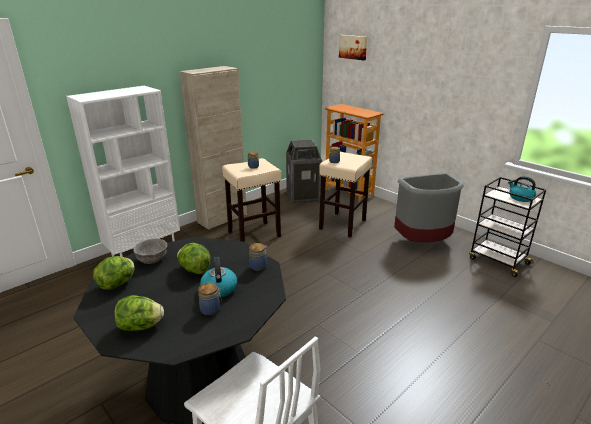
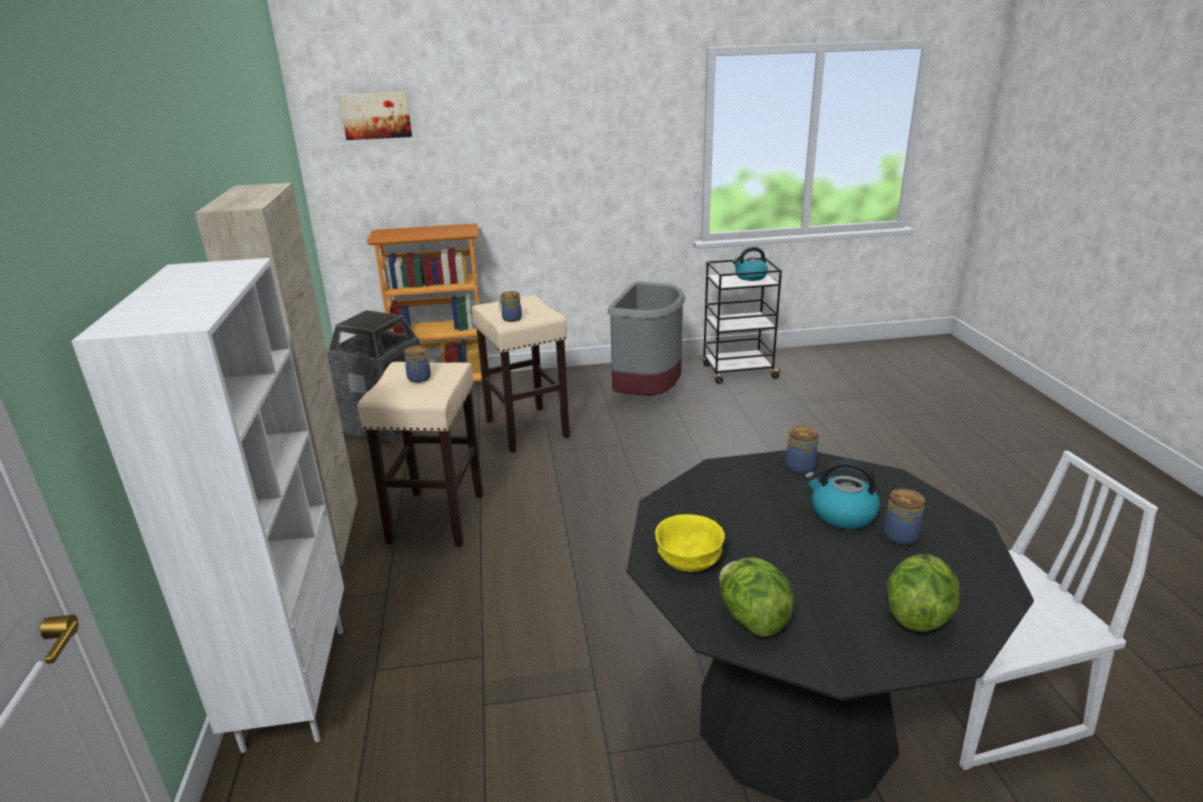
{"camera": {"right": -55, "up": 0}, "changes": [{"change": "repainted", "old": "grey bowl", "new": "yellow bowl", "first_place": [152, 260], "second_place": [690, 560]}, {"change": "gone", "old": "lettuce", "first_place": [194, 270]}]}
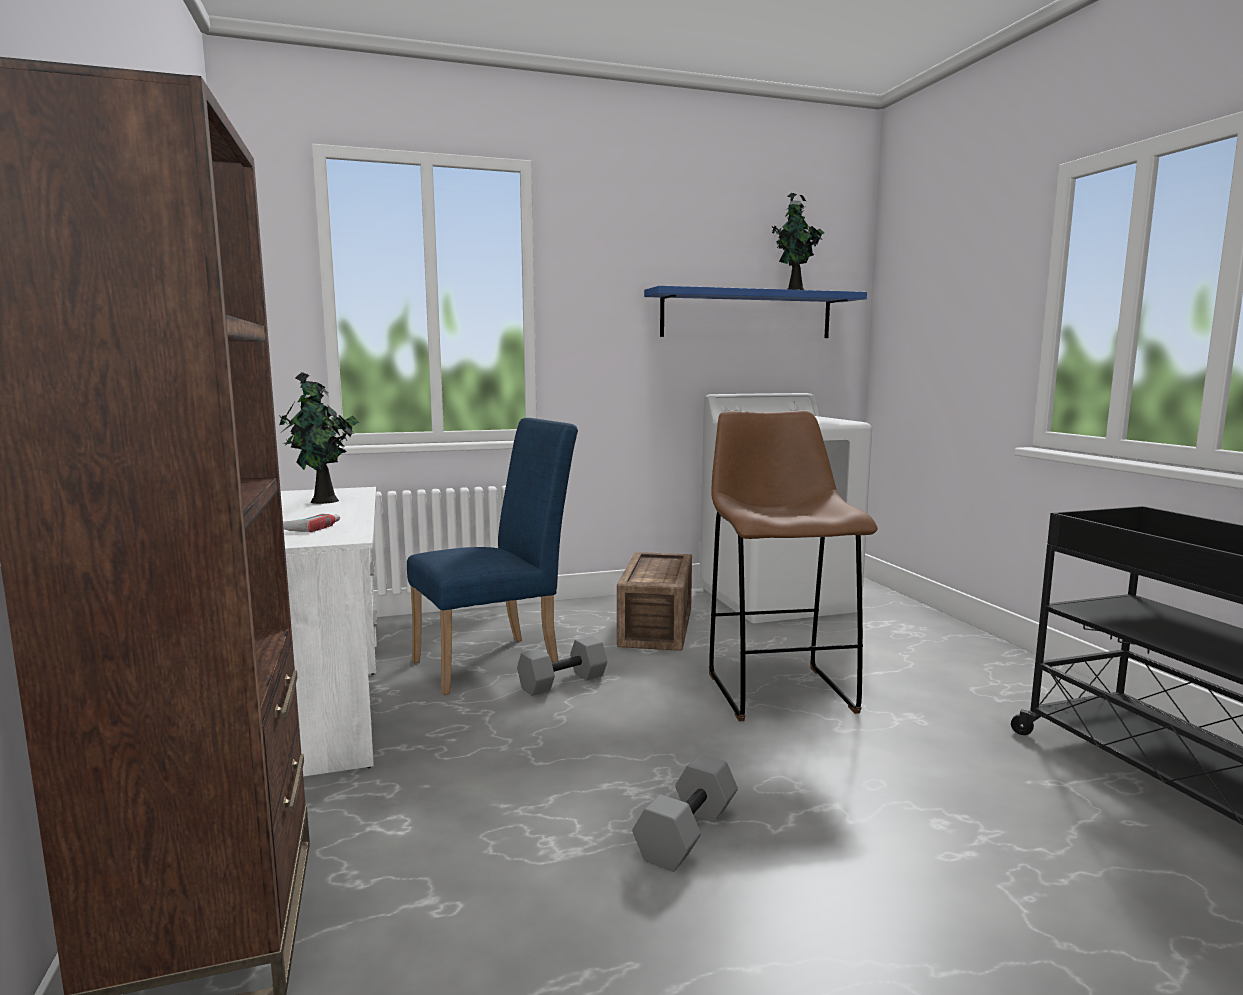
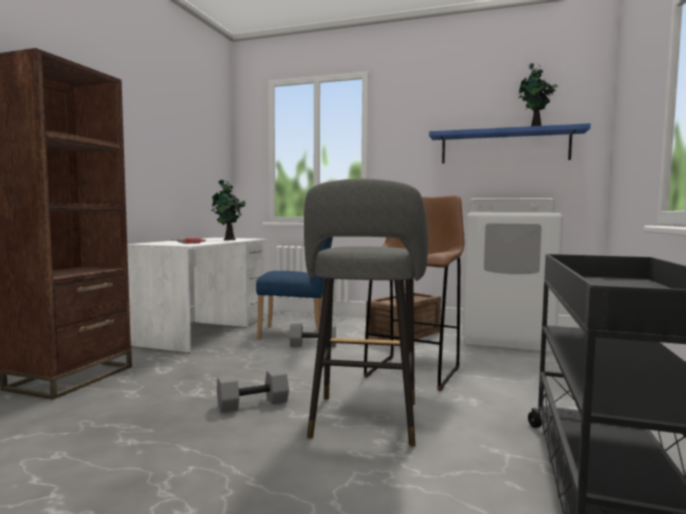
{"camera": {"right": 35, "up": -5}, "changes": [{"change": "new", "new": "grey stool", "second_place": [364, 423]}]}
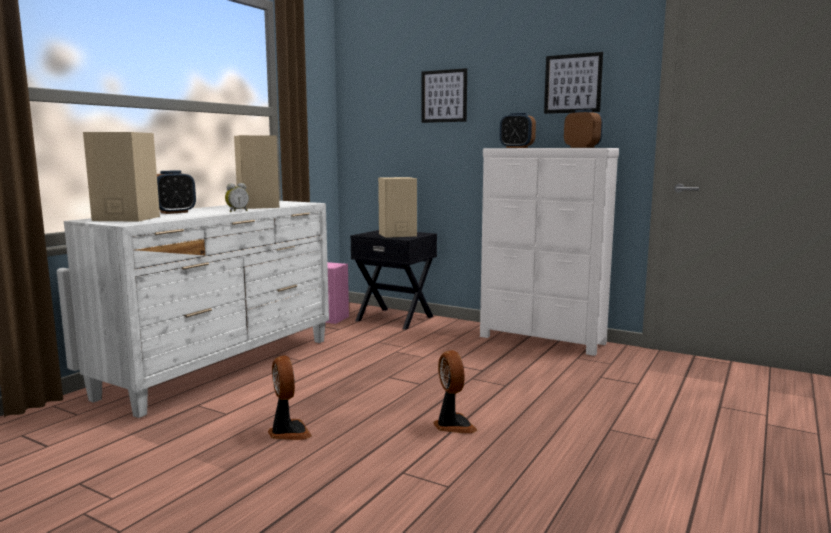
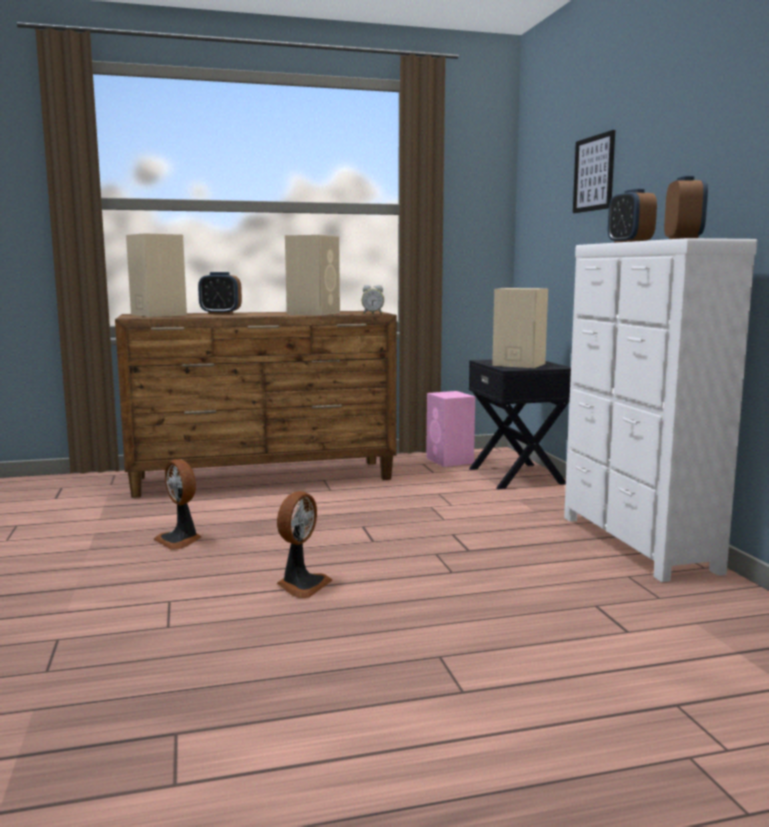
{"camera": {"right": 45, "up": 0}, "changes": [{"change": "repainted", "old": "white dresser", "new": "brown dresser", "first_place": [224, 367], "second_place": [264, 479]}, {"change": "shifted", "old": "alarm clock", "first_place": [237, 211], "second_place": [373, 314]}, {"change": "rotated", "old": "fan", "first_place": [288, 432], "second_place": [180, 540], "degrees": 120}, {"change": "gone", "old": "picture", "first_place": [573, 83]}]}
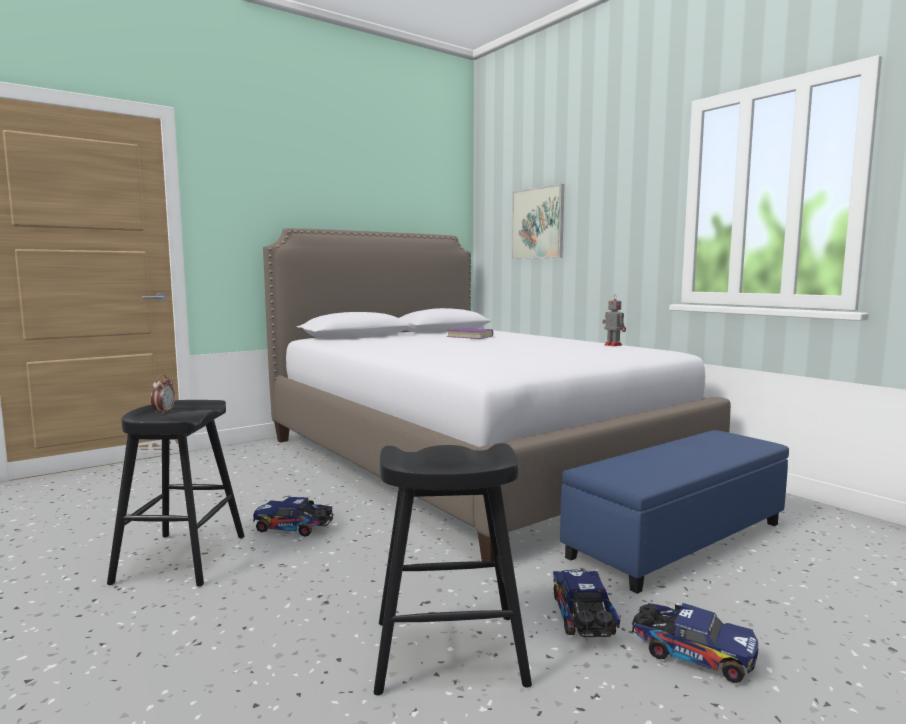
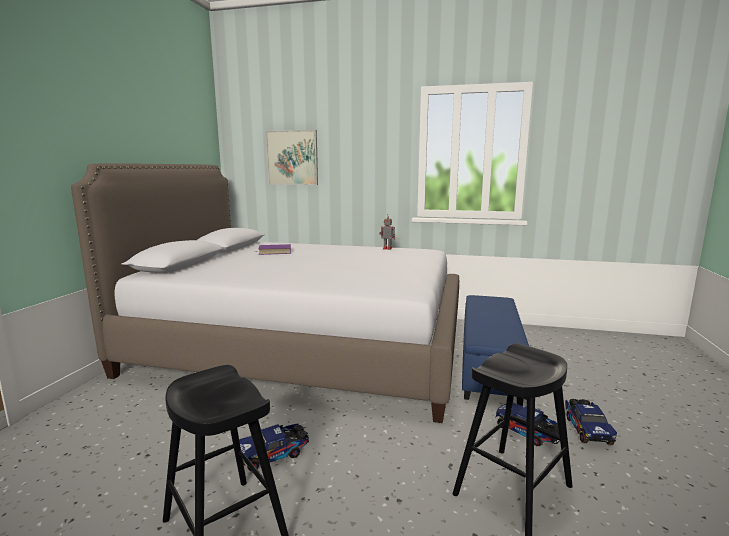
{"camera": {"right": -40, "up": 5}, "changes": [{"change": "gone", "old": "alarm clock", "first_place": [164, 412]}, {"change": "rotated", "old": "toy truck", "first_place": [690, 655], "second_place": [587, 429], "degrees": 105}]}
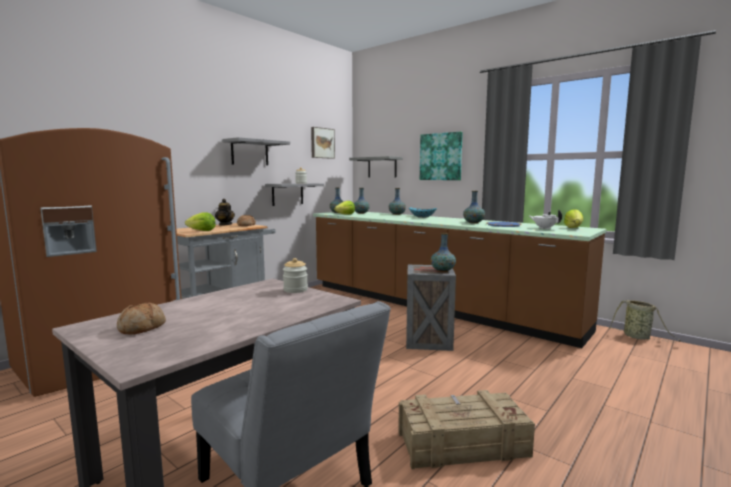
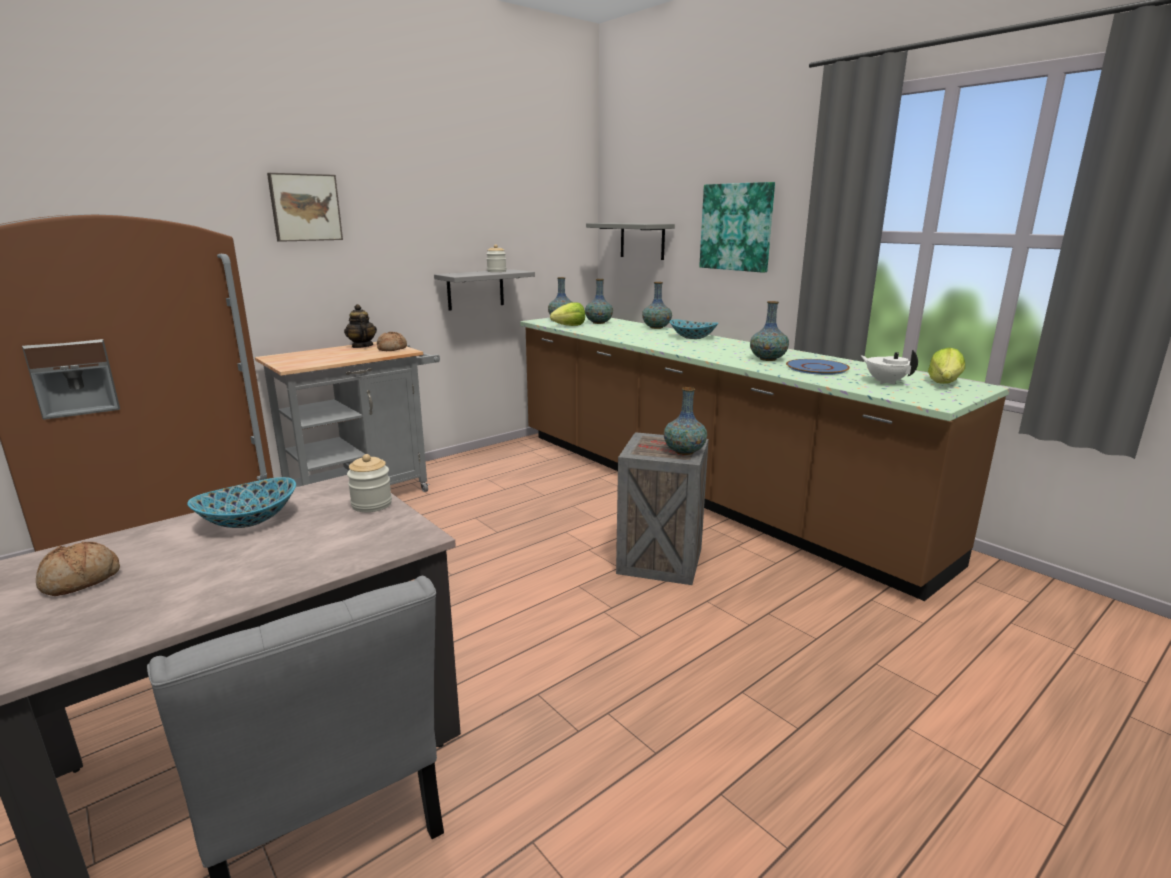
{"camera": {"right": 10, "up": 10}, "changes": [{"change": "gone", "old": "lettuce", "first_place": [202, 231]}, {"change": "gone", "old": "grey shelf", "first_place": [249, 153]}, {"change": "shifted", "old": "picture", "first_place": [322, 143], "second_place": [305, 207]}, {"change": "gone", "old": "crate", "first_place": [461, 444]}, {"change": "gone", "old": "basket", "first_place": [638, 337]}, {"change": "new", "new": "bowl", "second_place": [248, 520]}]}
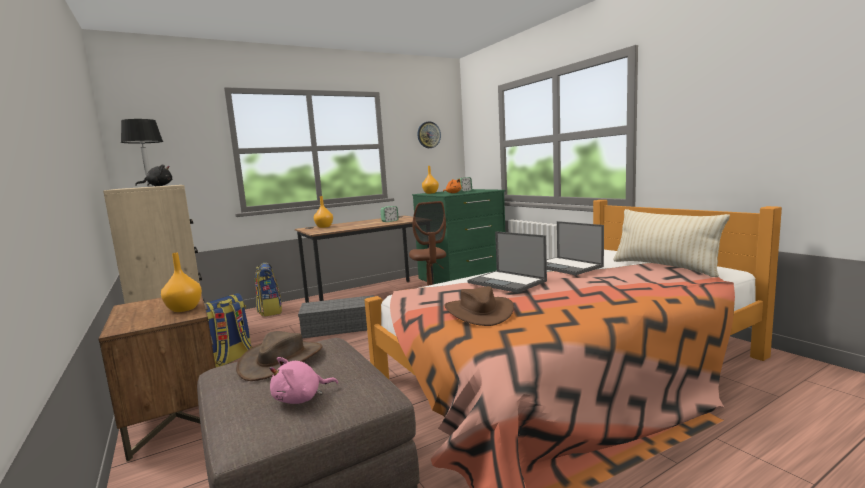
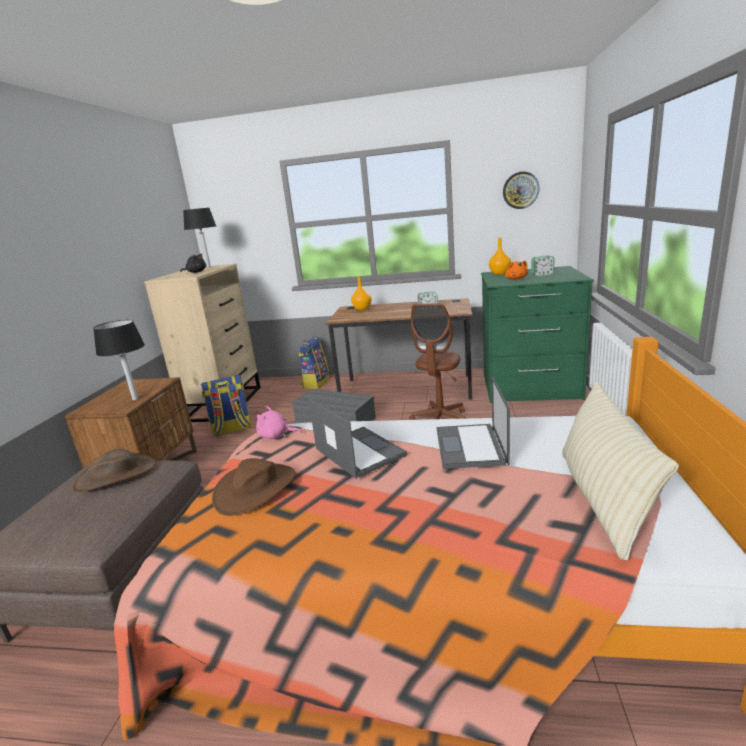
{"camera": {"right": 40, "up": 10}, "changes": [{"change": "swapped", "old": "orange vase", "new": "black table lamp", "first_place": [184, 309], "second_place": [135, 399]}, {"change": "shifted", "old": "pink plush toy", "first_place": [301, 398], "second_place": [276, 436]}, {"change": "rotated", "old": "laptop", "first_place": [508, 282], "second_place": [359, 451], "degrees": 150}]}
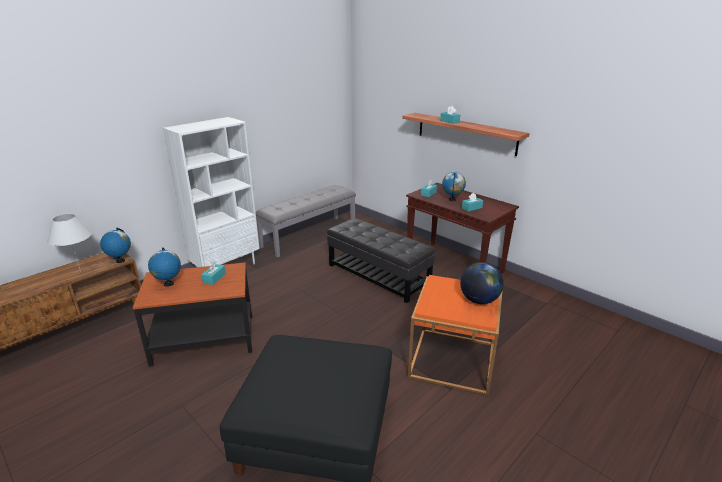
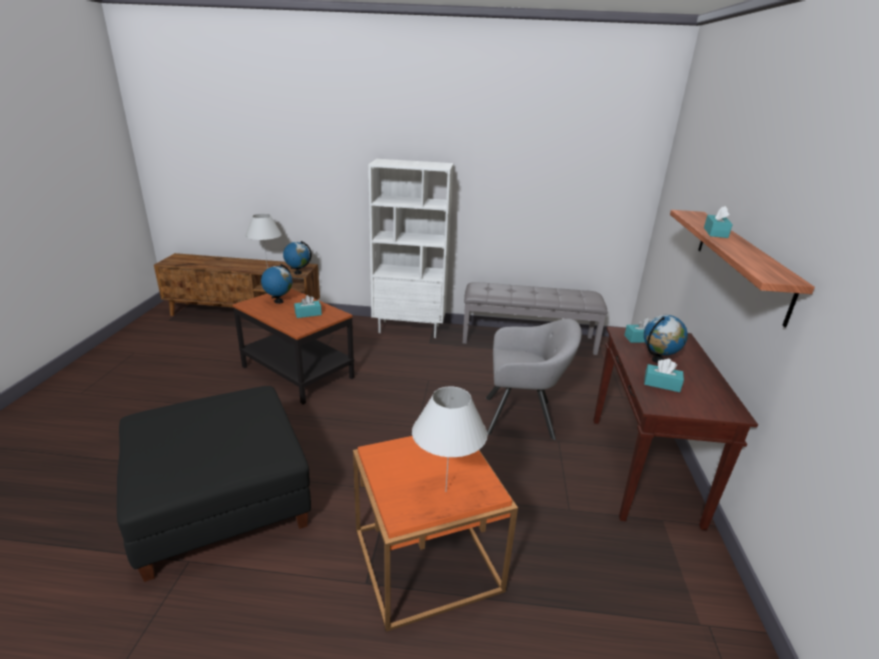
{"camera": {"right": 50, "up": 0}, "changes": [{"change": "swapped", "old": "black ottoman", "new": "grey armchair", "first_place": [378, 275], "second_place": [523, 417]}, {"change": "swapped", "old": "globe", "new": "white table lamp", "first_place": [479, 300], "second_place": [446, 491]}]}
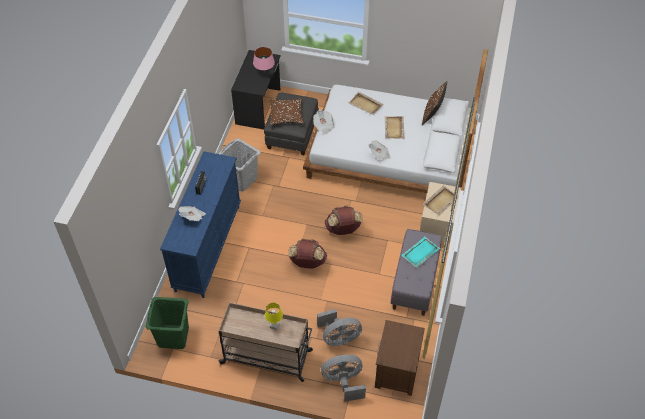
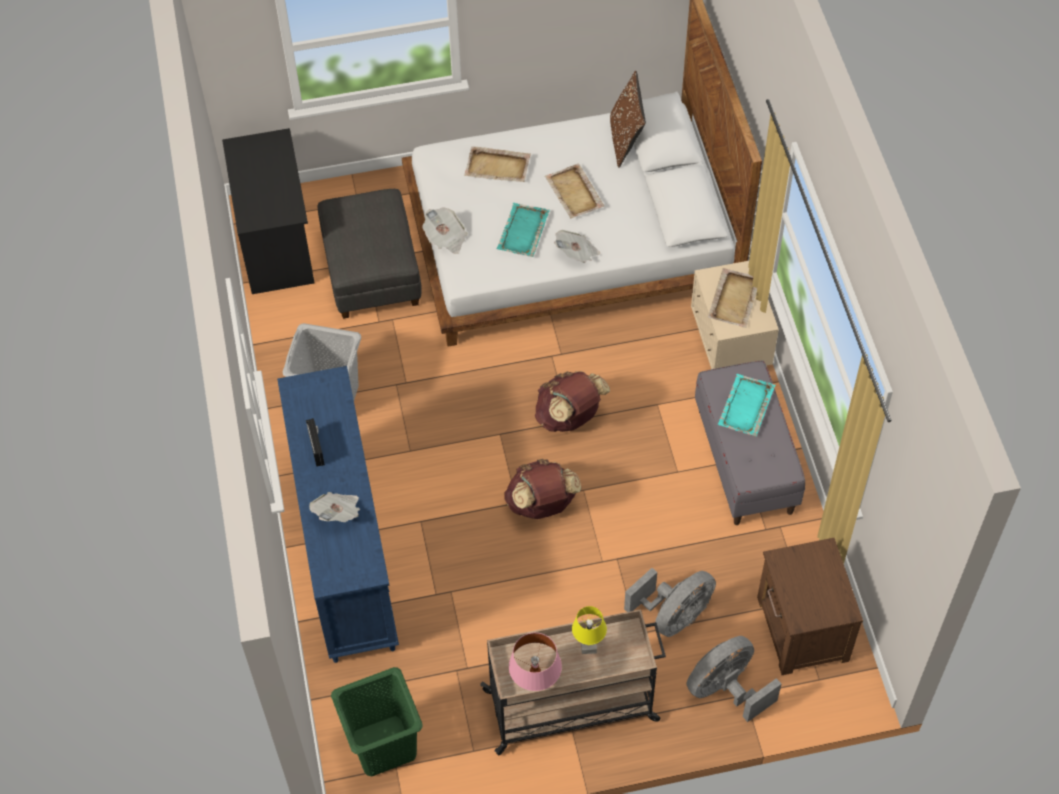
{"camera": {"right": -25, "up": 5}, "changes": [{"change": "shifted", "old": "pink table lamp", "first_place": [264, 73], "second_place": [535, 680]}, {"change": "gone", "old": "brown pillow", "first_place": [286, 115]}, {"change": "new", "new": "turquoise tray", "second_place": [522, 232]}]}
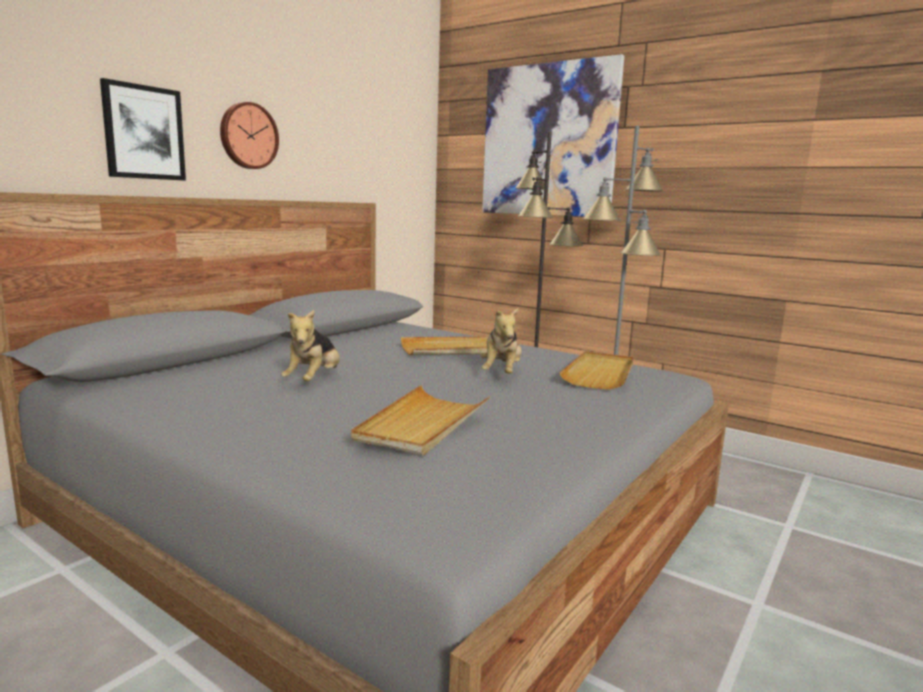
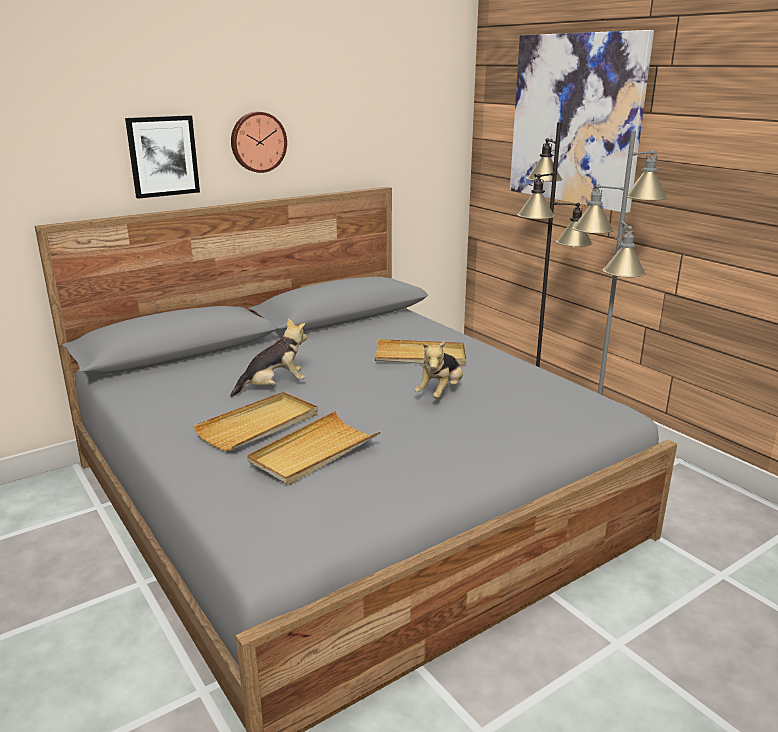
{"camera": {"right": 20, "up": 10}, "changes": [{"change": "rotated", "old": "plush toy", "first_place": [314, 380], "second_place": [274, 387], "degrees": -150}, {"change": "shifted", "old": "beige tray", "first_place": [600, 374], "second_place": [259, 425]}]}
